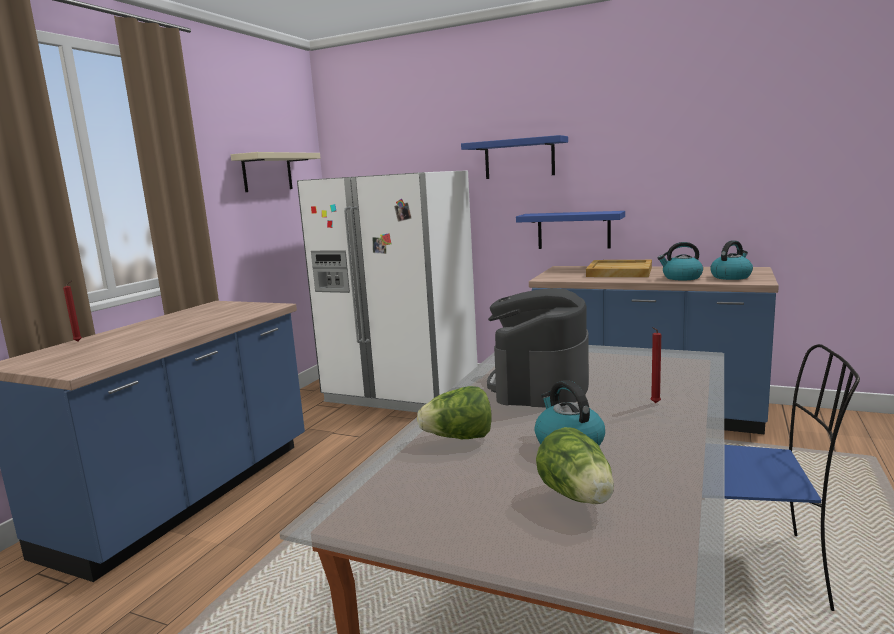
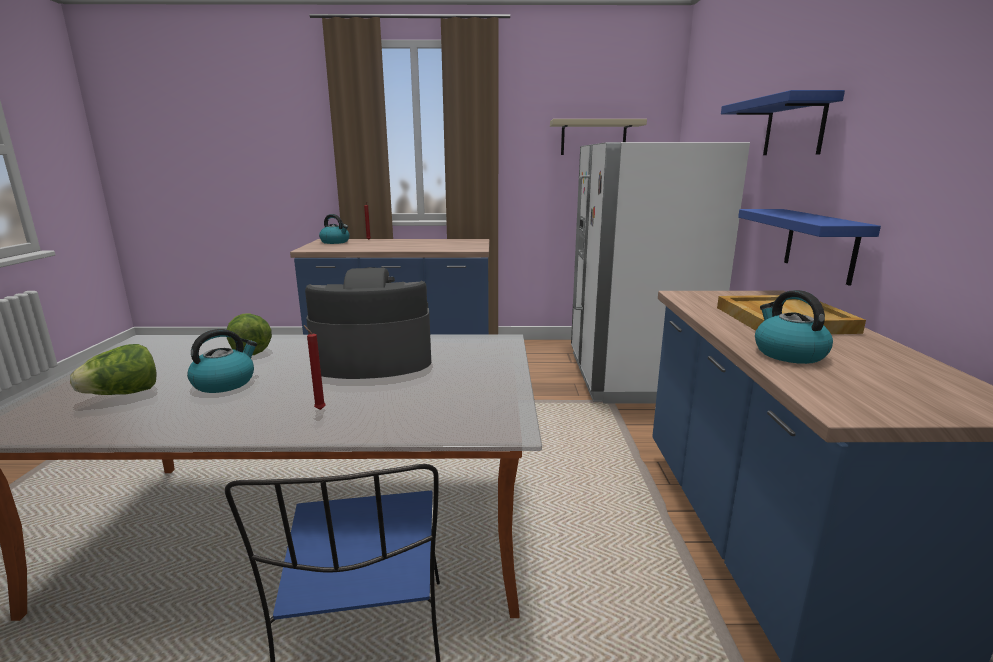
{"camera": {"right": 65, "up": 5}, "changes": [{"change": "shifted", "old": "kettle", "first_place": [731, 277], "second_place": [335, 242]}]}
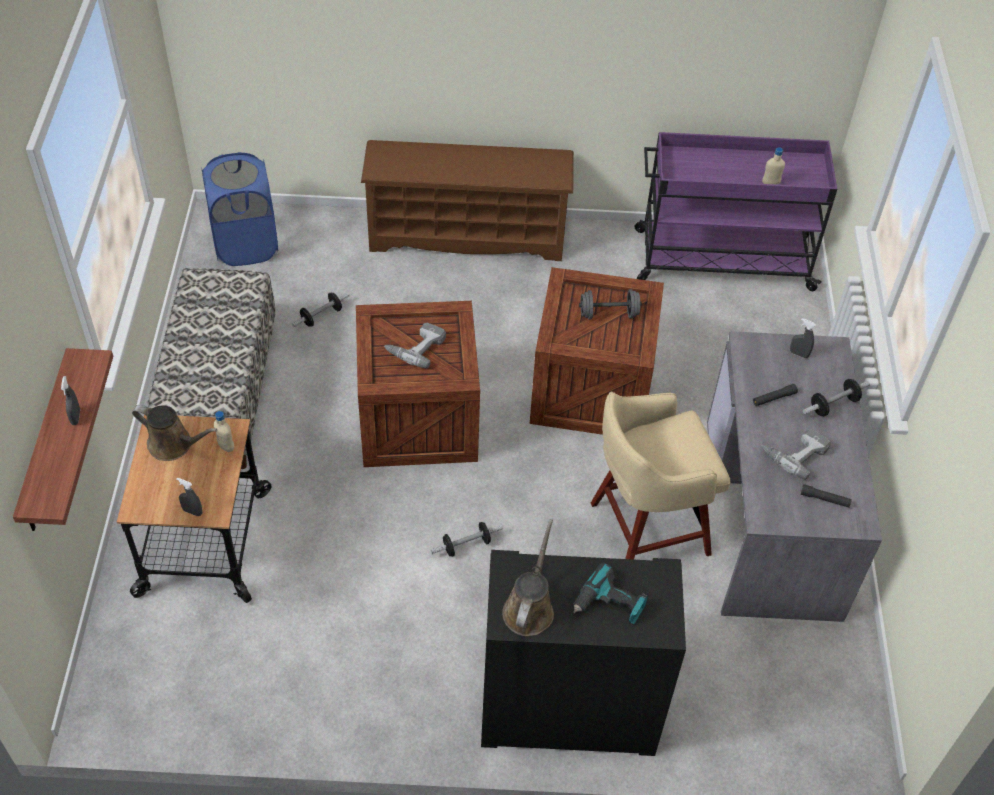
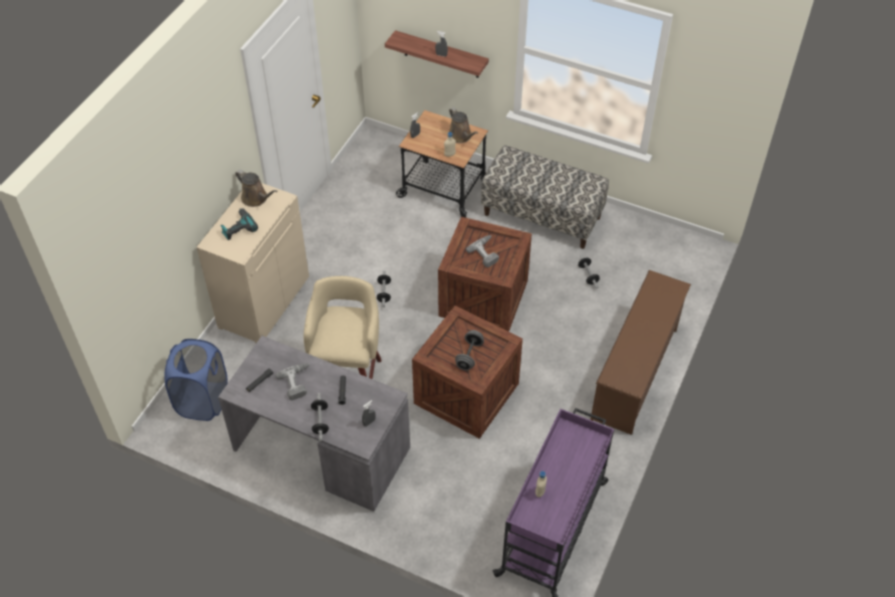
{"camera": {"right": 115, "up": 0}, "changes": [{"change": "rotated", "old": "brown watering can", "first_place": [174, 445], "second_place": [461, 136], "degrees": -75}, {"change": "shifted", "old": "blue laundry basket", "first_place": [246, 245], "second_place": [203, 401]}, {"change": "repainted", "old": "black cabinet", "new": "beige cabinet", "first_place": [567, 710], "second_place": [263, 301]}]}
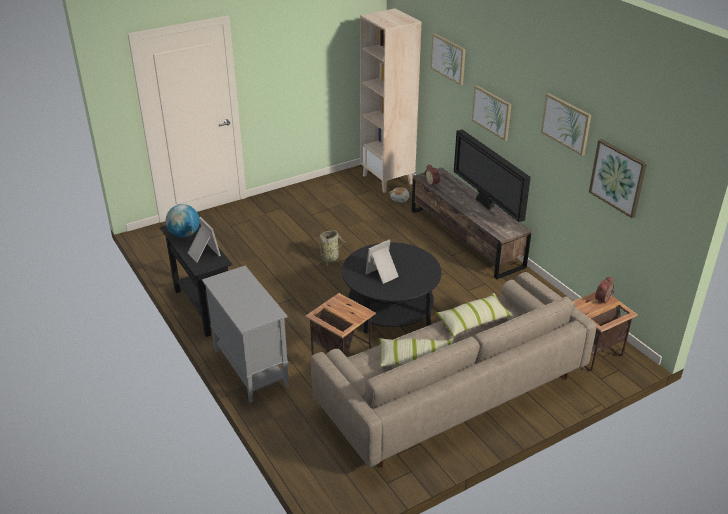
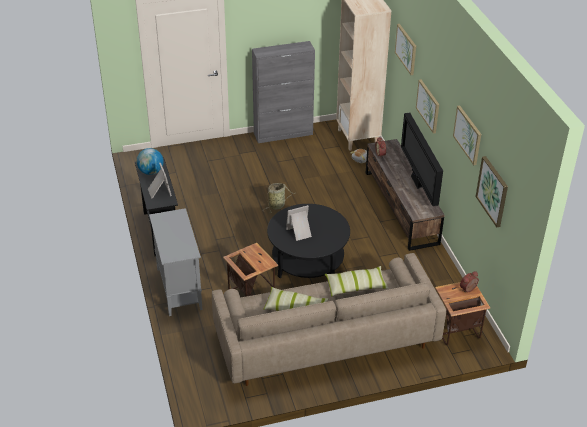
{"camera": {"right": 15, "up": 5}, "changes": [{"change": "new", "new": "grey cabinet", "second_place": [283, 134]}]}
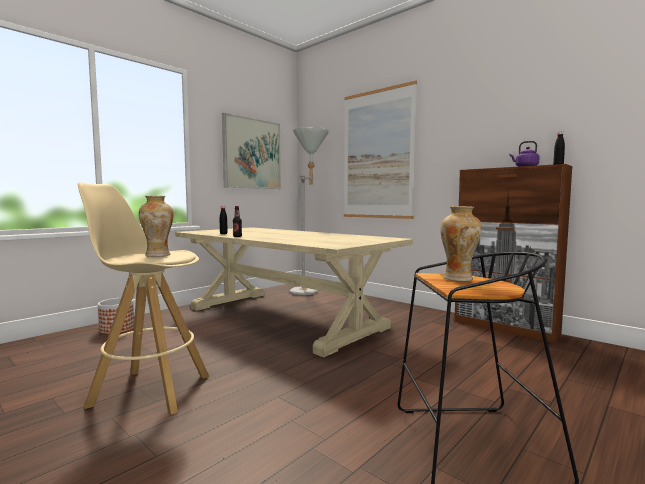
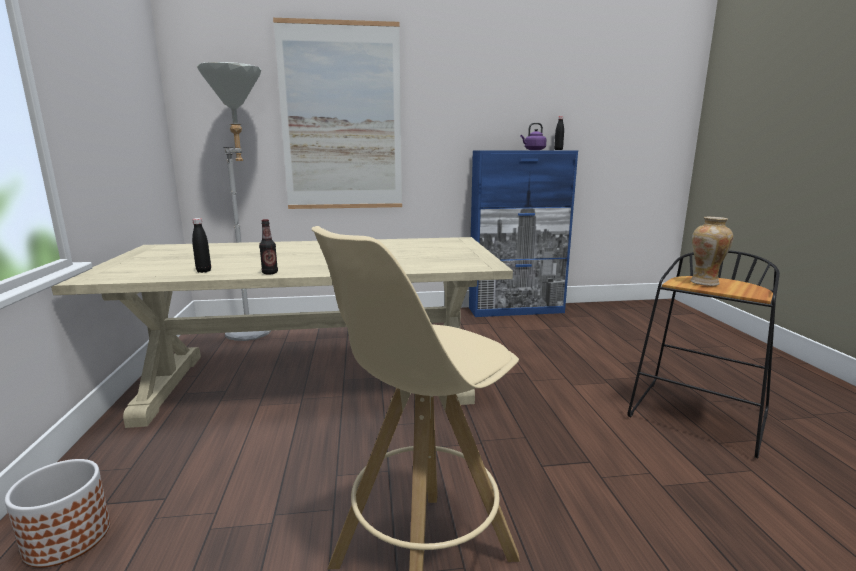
{"camera": {"right": -50, "up": 10}, "changes": [{"change": "gone", "old": "vase", "first_place": [158, 255]}, {"change": "gone", "old": "picture", "first_place": [252, 154]}, {"change": "repainted", "old": "brown cabinet", "new": "blue cabinet", "first_place": [505, 327], "second_place": [516, 310]}]}
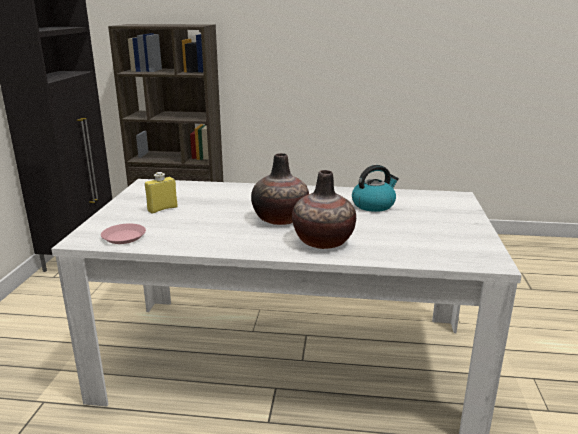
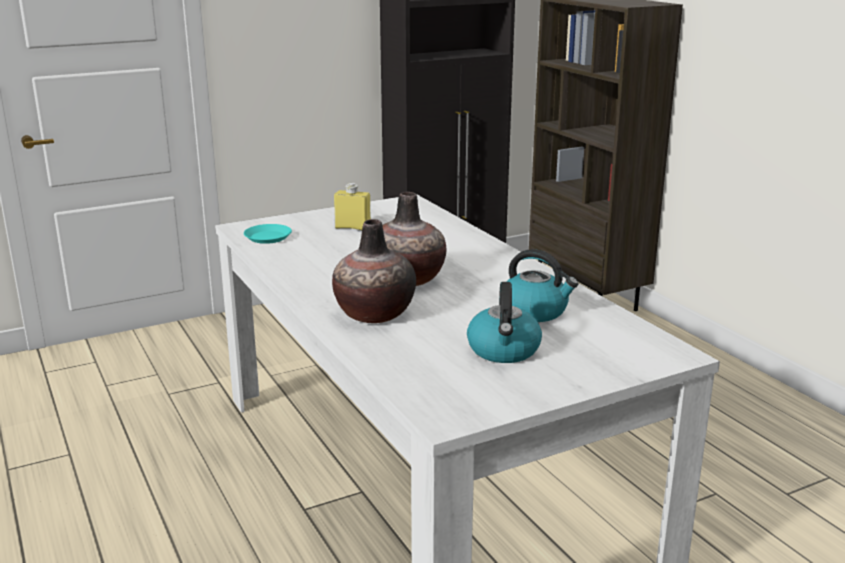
{"camera": {"right": 55, "up": 0}, "changes": [{"change": "repainted", "old": "pink plate", "new": "turquoise plate", "first_place": [123, 237], "second_place": [268, 237]}, {"change": "new", "new": "kettle", "second_place": [504, 350]}]}
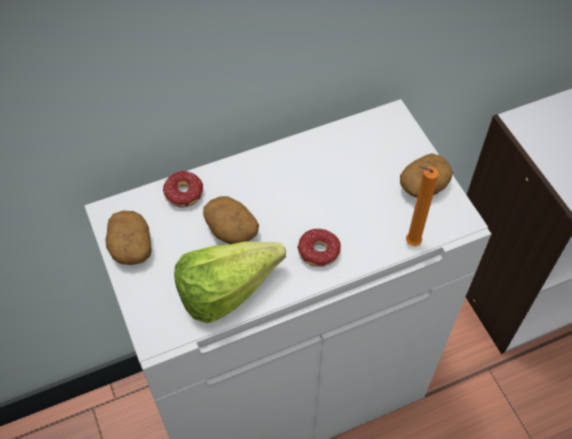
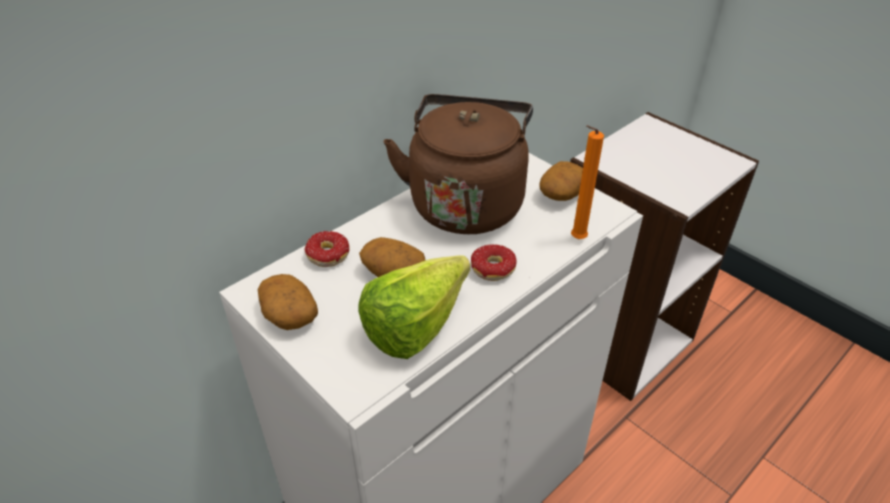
{"camera": {"right": -20, "up": -15}, "changes": [{"change": "new", "new": "brown kettle", "second_place": [466, 202]}]}
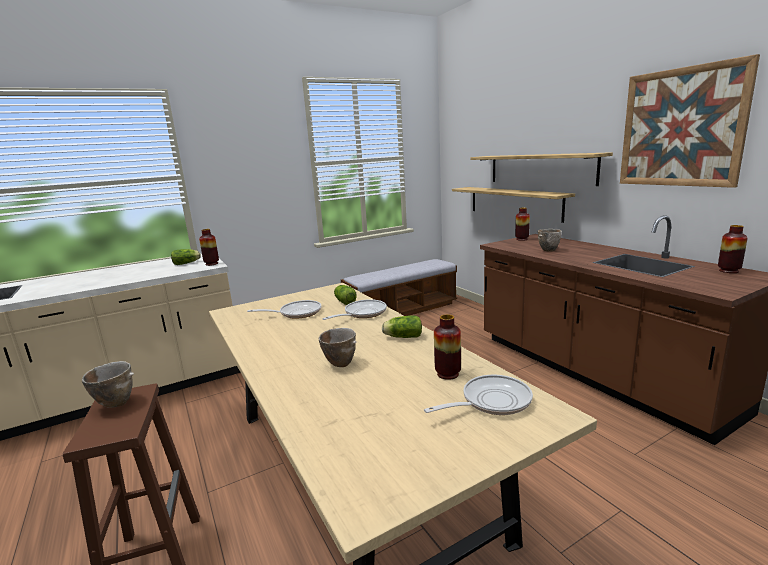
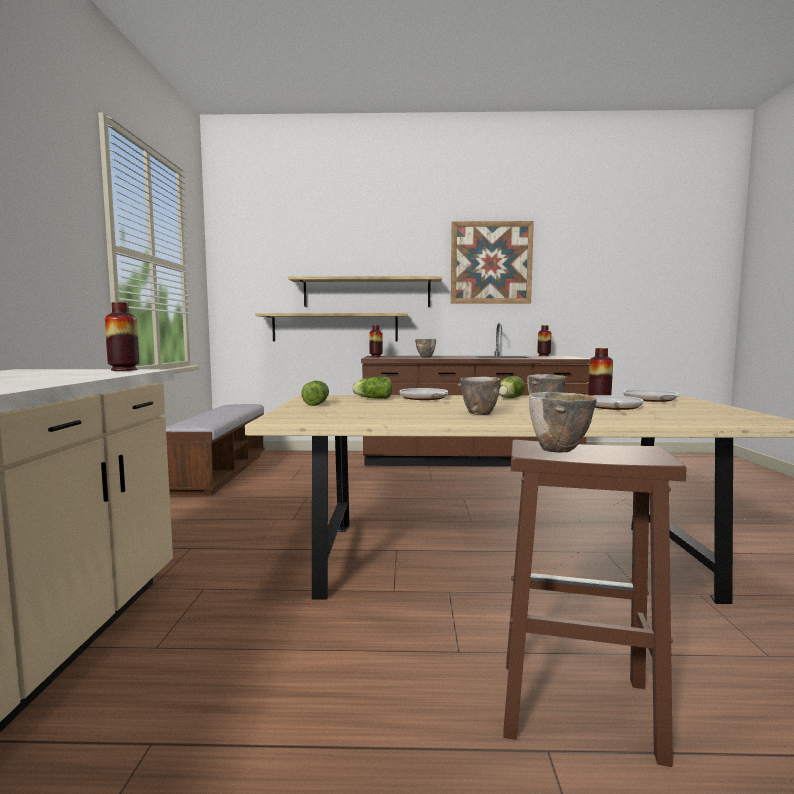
{"camera": {"right": -60, "up": -10}, "changes": [{"change": "shifted", "old": "lettuce", "first_place": [187, 263], "second_place": [317, 403]}, {"change": "shifted", "old": "frying pan", "first_place": [296, 313], "second_place": [612, 407]}, {"change": "new", "new": "bowl", "second_place": [478, 414]}]}
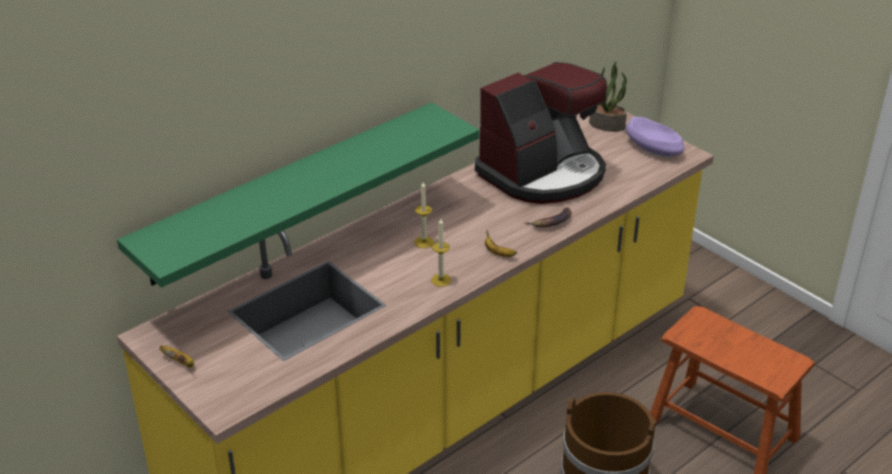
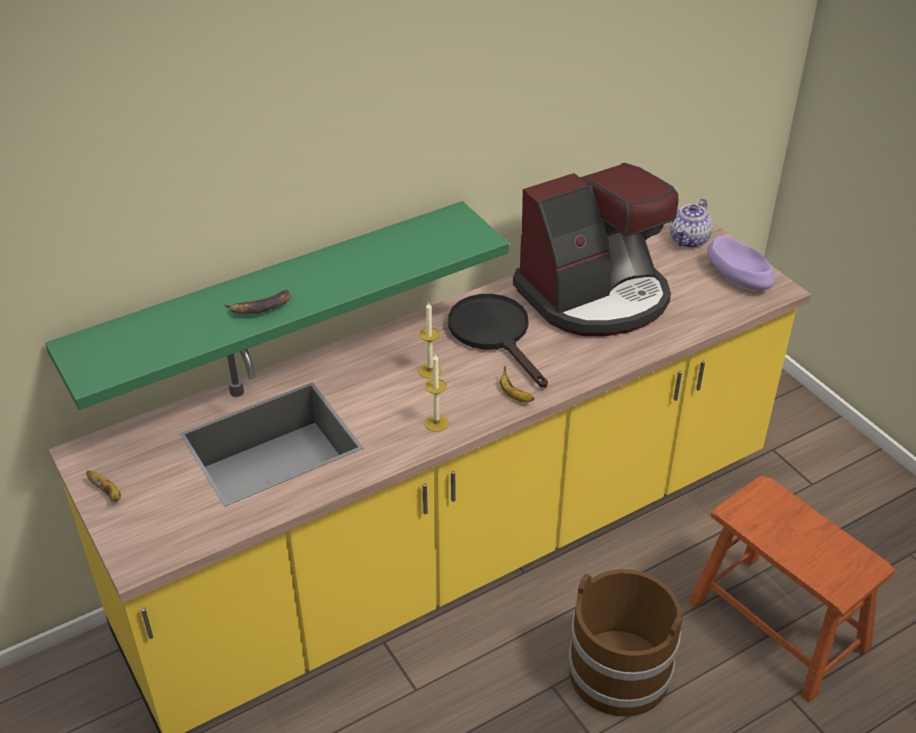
{"camera": {"right": 10, "up": 5}, "changes": [{"change": "shifted", "old": "banana", "first_place": [551, 222], "second_place": [260, 308]}, {"change": "swapped", "old": "potted plant", "new": "teapot", "first_place": [607, 125], "second_place": [689, 240]}, {"change": "new", "new": "black frying pan", "second_place": [495, 334]}]}
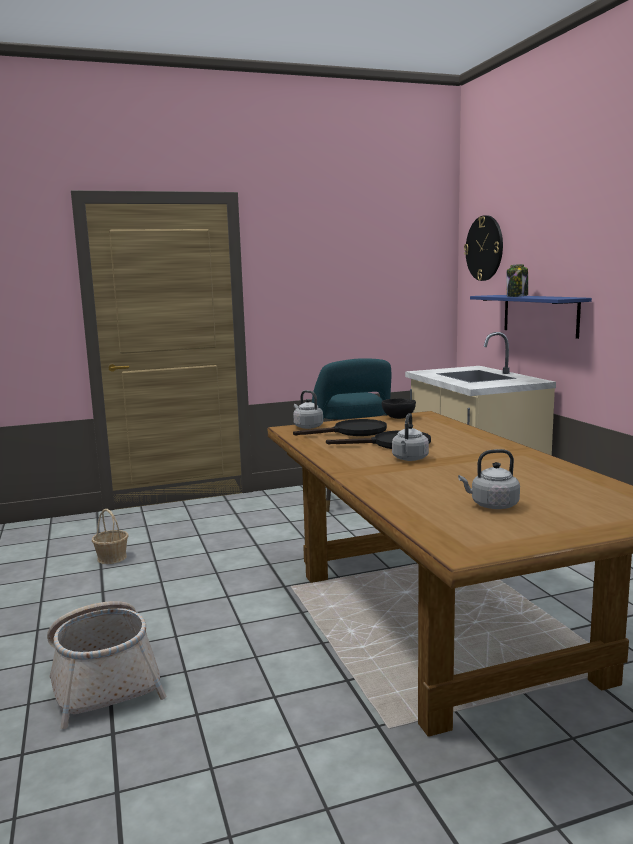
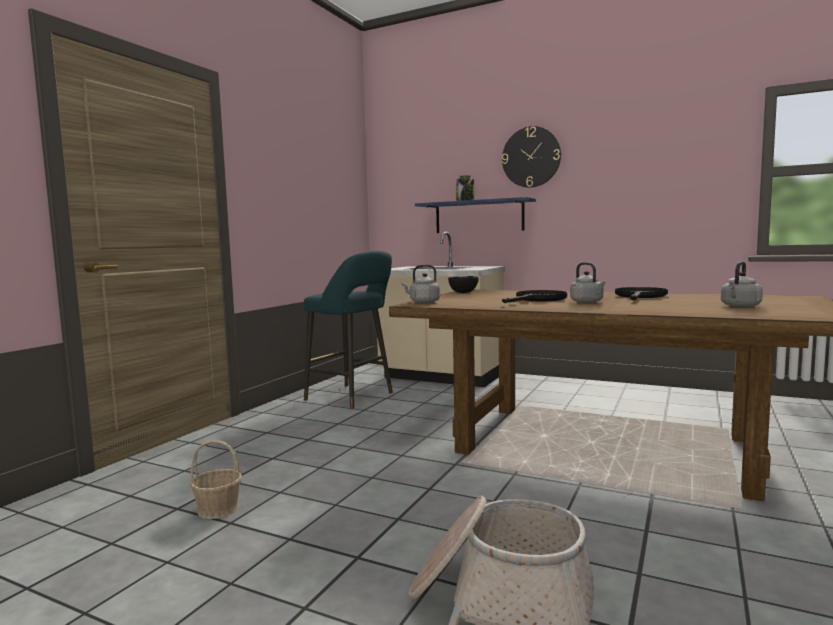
{"camera": {"right": -45, "up": -5}, "changes": [{"change": "shifted", "old": "black frying pan", "first_place": [353, 432], "second_place": [640, 296]}, {"change": "shifted", "old": "wall clock", "first_place": [484, 248], "second_place": [531, 157]}]}
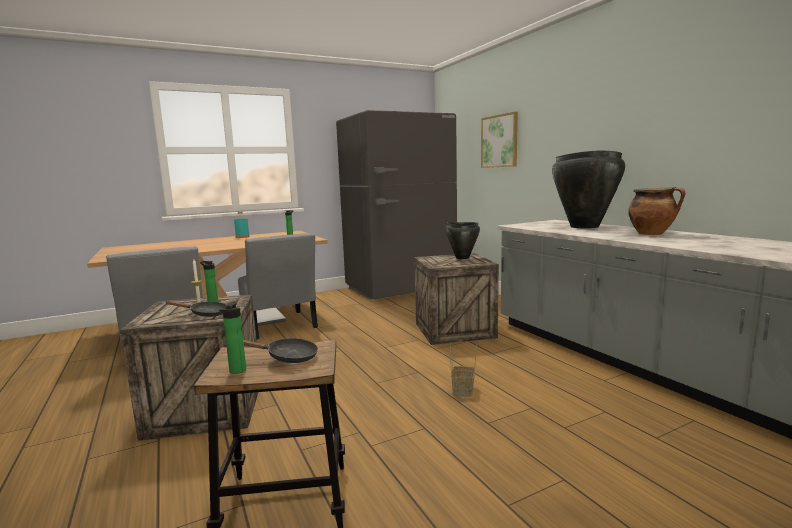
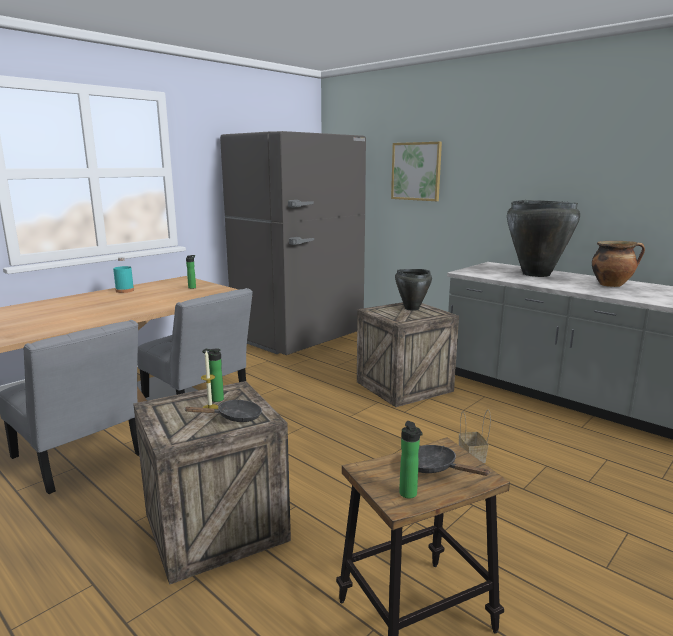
{"camera": {"right": -20, "up": 5}, "changes": [{"change": "rotated", "old": "black frying pan", "first_place": [287, 357], "second_place": [434, 468], "degrees": -120}]}
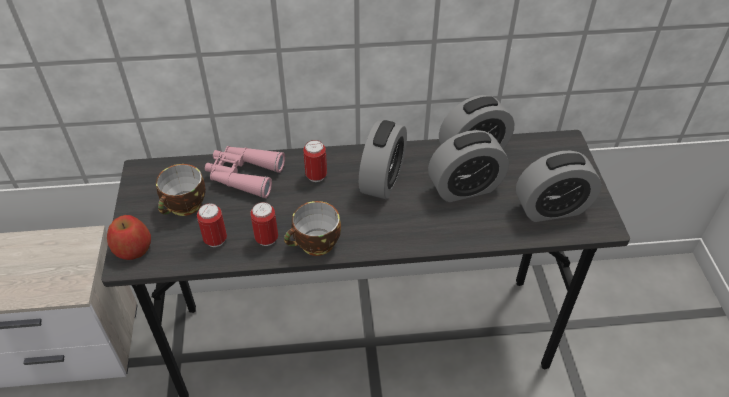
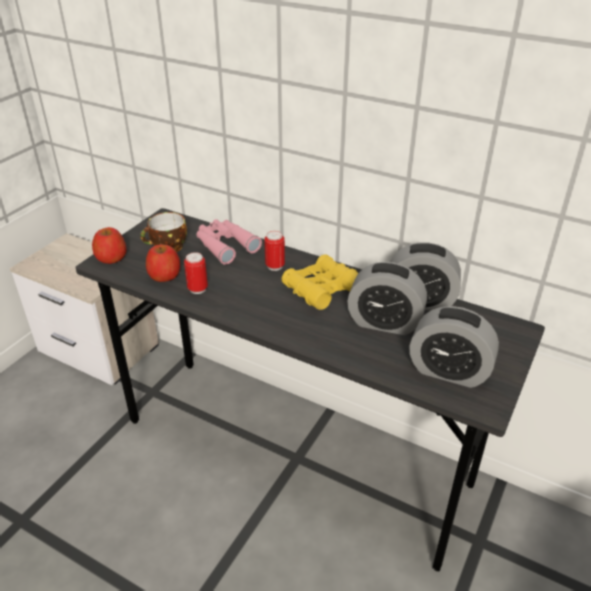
{"camera": {"right": 35, "up": -10}, "changes": [{"change": "swapped", "old": "can", "new": "apple", "first_place": [215, 240], "second_place": [164, 275]}, {"change": "gone", "old": "cup", "first_place": [315, 245]}, {"change": "swapped", "old": "alarm clock", "new": "yellow binoculars", "first_place": [382, 180], "second_place": [322, 289]}]}
